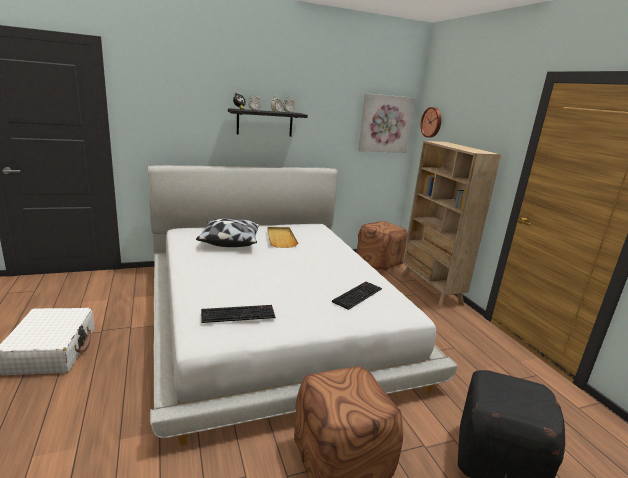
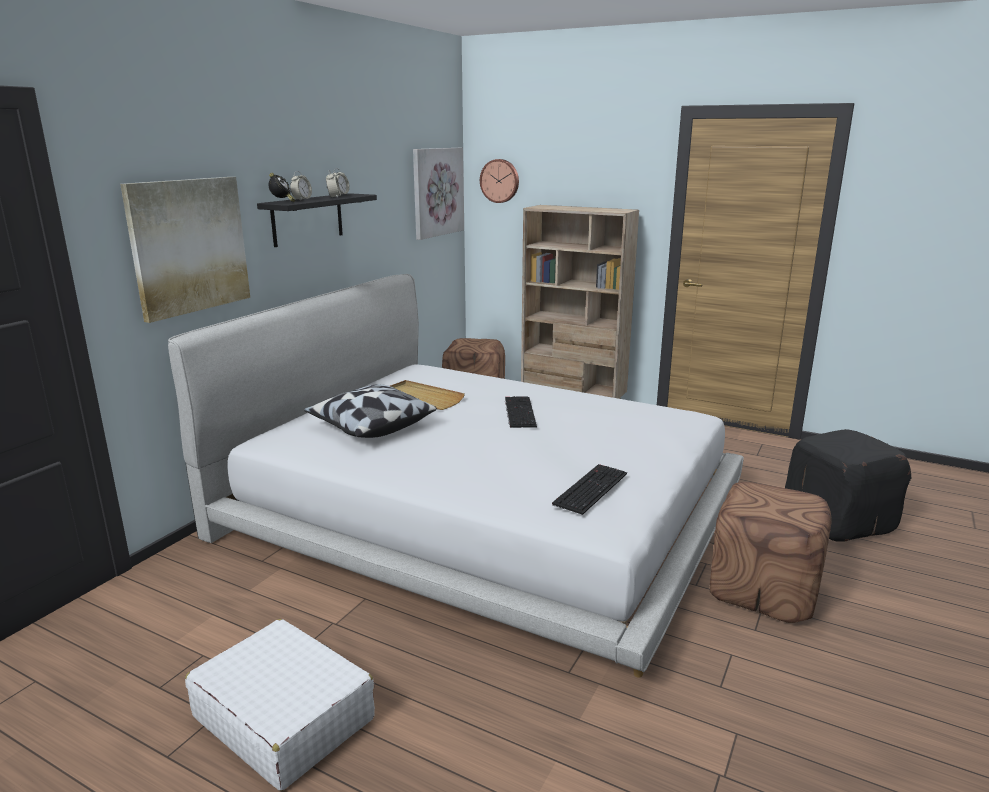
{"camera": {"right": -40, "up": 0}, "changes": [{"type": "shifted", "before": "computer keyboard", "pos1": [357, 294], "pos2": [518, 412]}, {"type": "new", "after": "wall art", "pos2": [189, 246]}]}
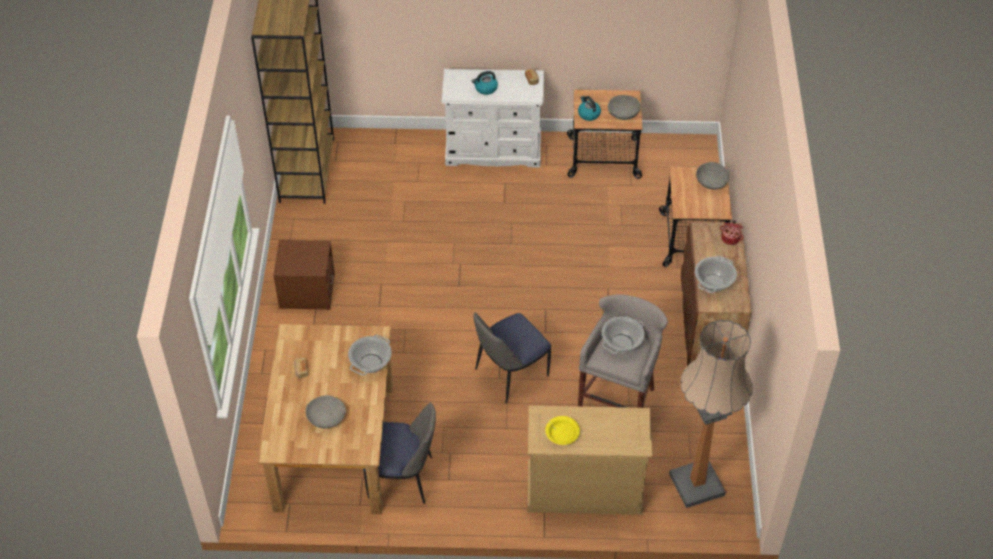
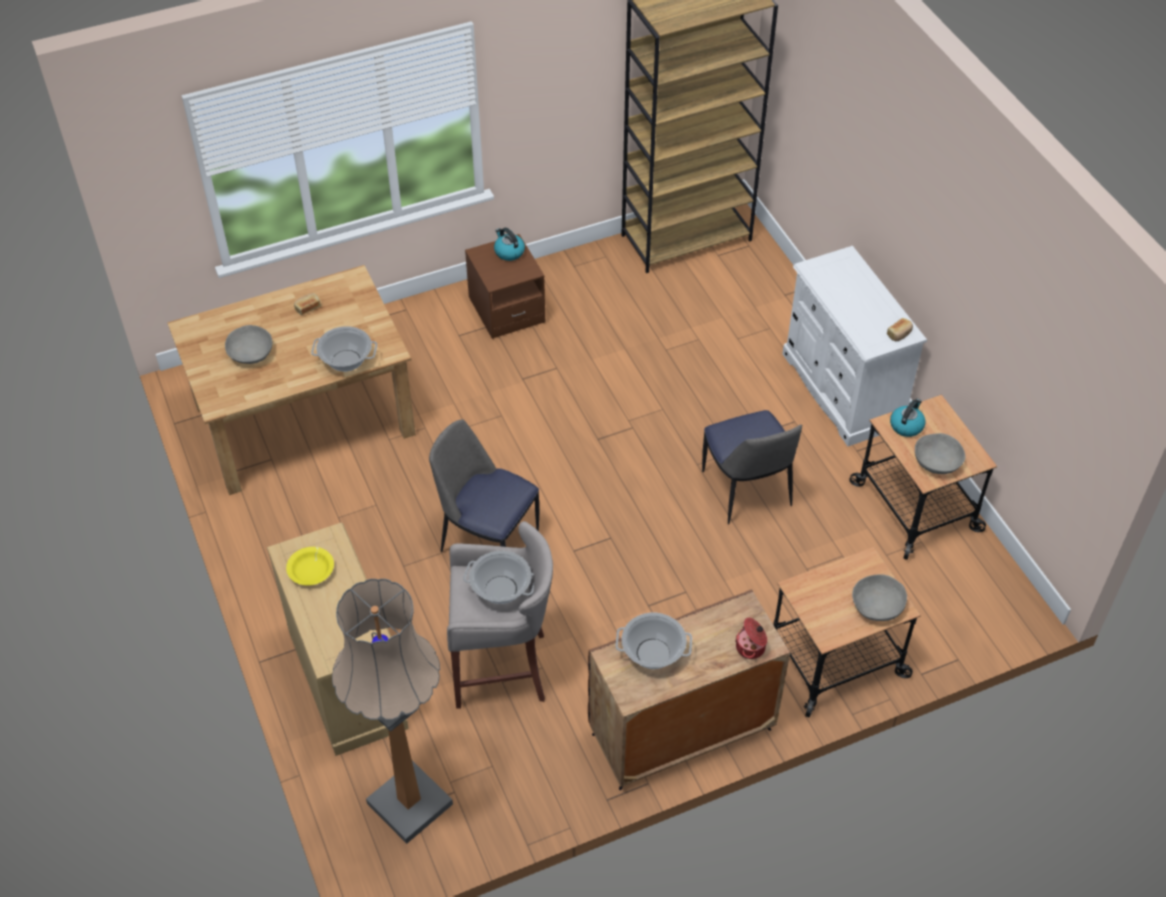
{"camera": {"right": 65, "up": 0}, "changes": [{"type": "shifted", "before": "plain chair", "pos1": [403, 478], "pos2": [747, 491]}, {"type": "shifted", "before": "water kettle", "pos1": [485, 88], "pos2": [509, 252]}]}
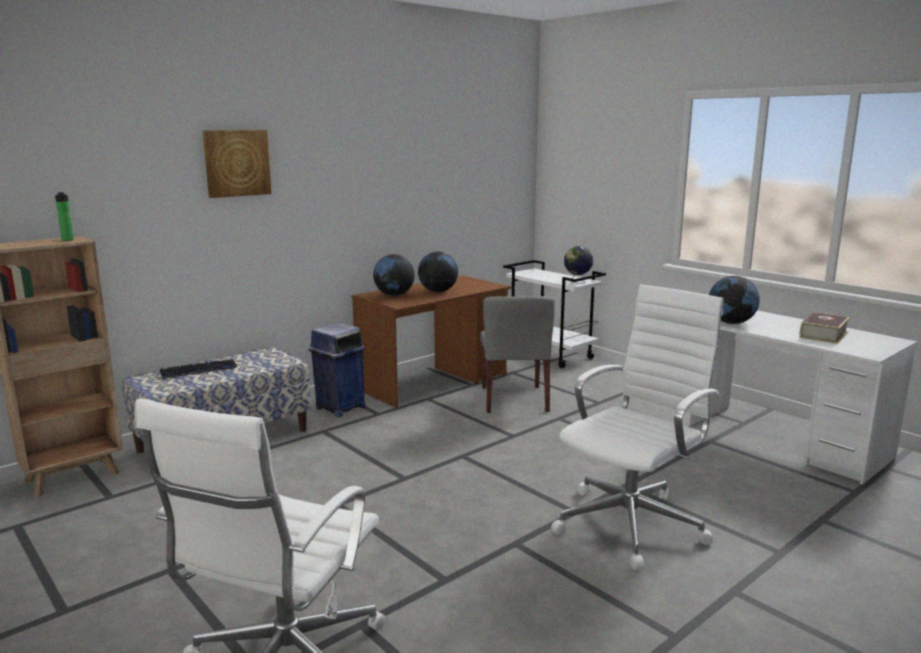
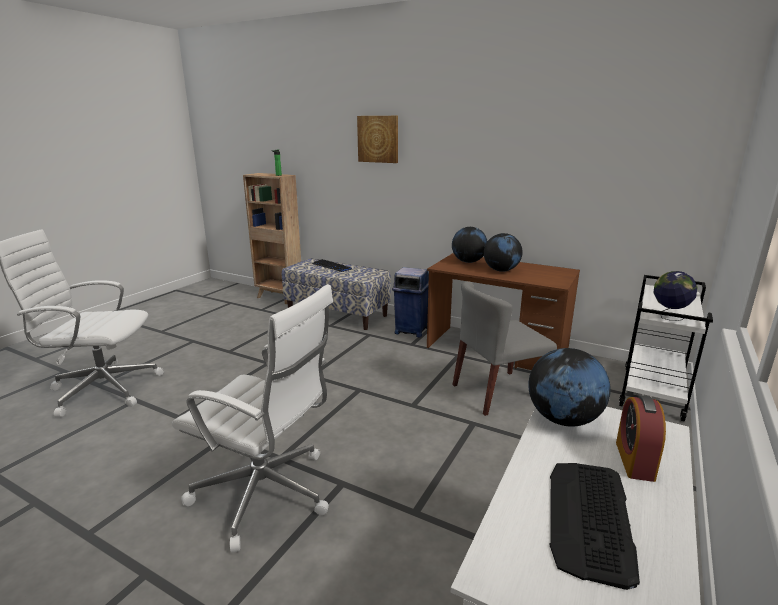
{"camera": {"right": 70, "up": 5}, "changes": [{"type": "swapped", "before": "book", "after": "computer keyboard", "pos1": [823, 334], "pos2": [589, 518]}, {"type": "new", "after": "bedside clock", "pos2": [634, 460]}]}
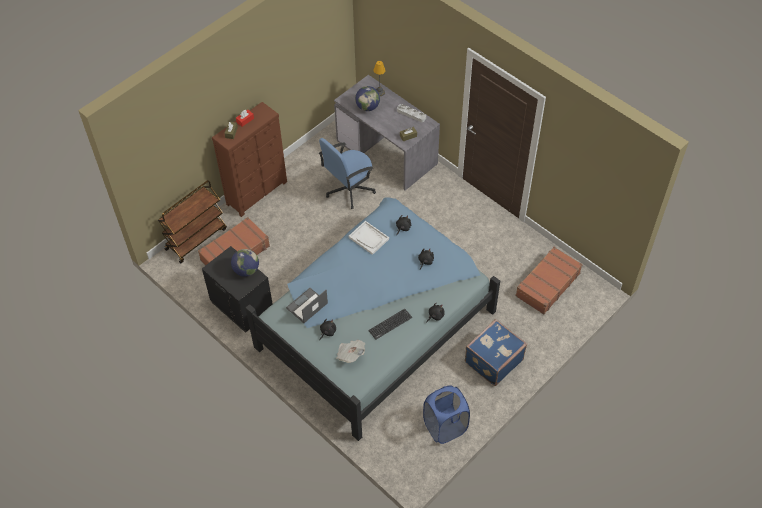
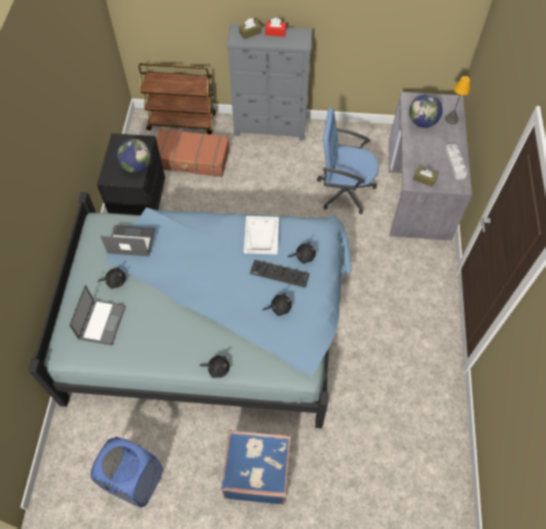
{"camera": {"right": 50, "up": 5}, "changes": [{"type": "repainted", "before": "dresser in brownish", "after": "dresser in grey", "pos1": [257, 193], "pos2": [270, 129]}, {"type": "swapped", "before": "printed paper", "after": "portable computer", "pos1": [350, 354], "pos2": [102, 321]}, {"type": "shifted", "before": "computer keyboard", "pos1": [390, 324], "pos2": [279, 273]}, {"type": "gone", "before": "suitcase in brownish", "pos1": [547, 284]}]}
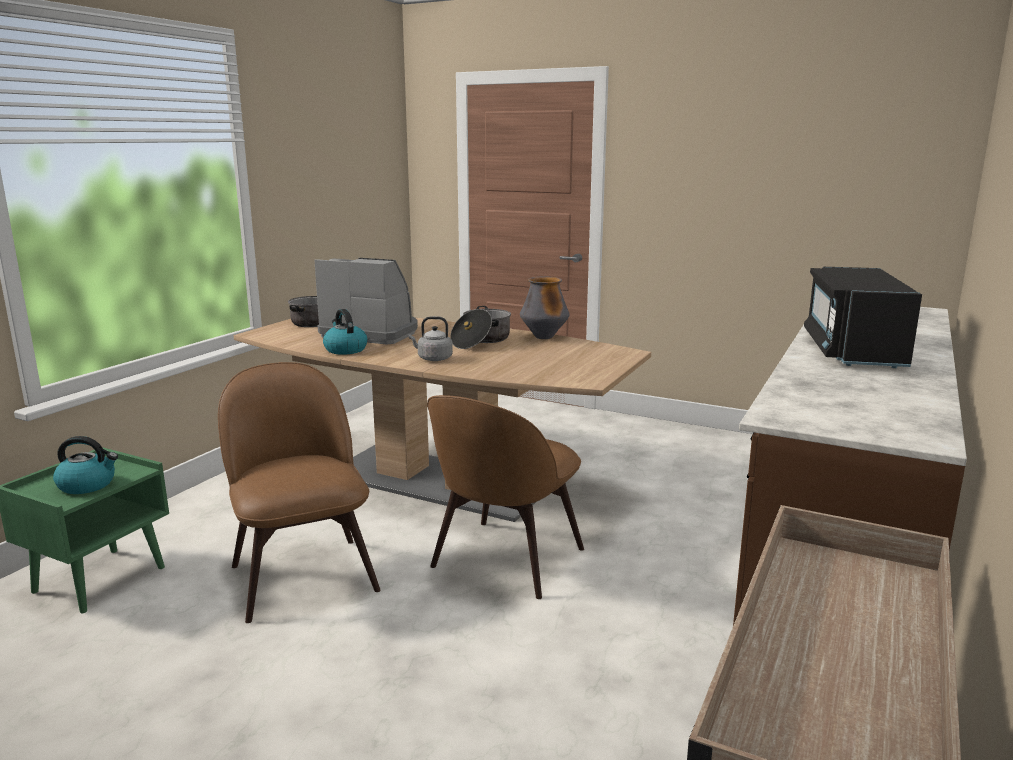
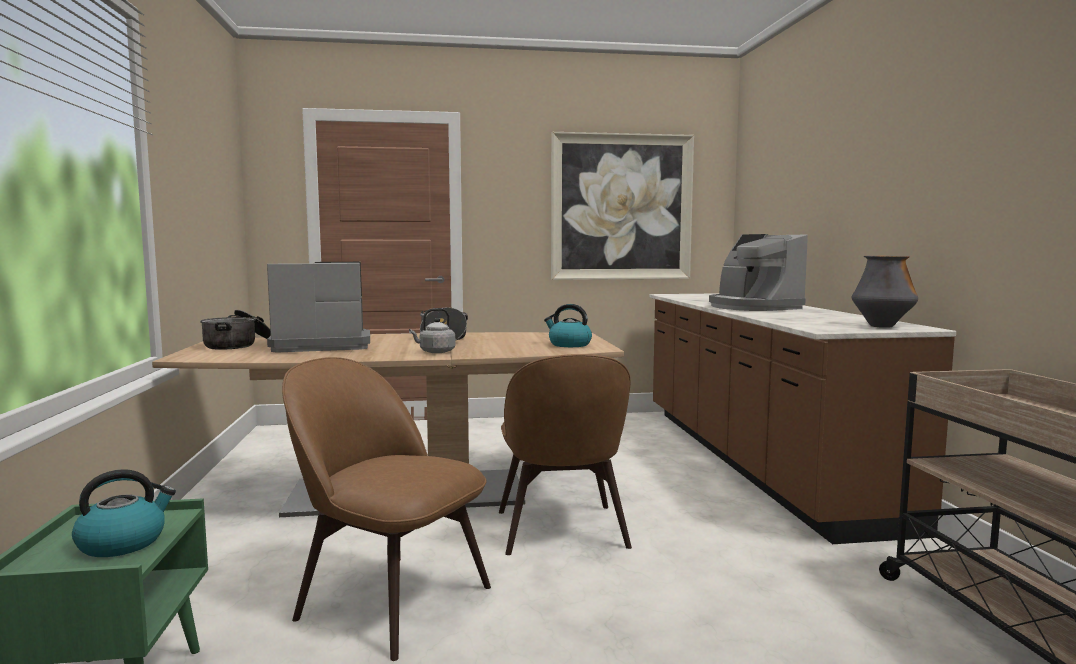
{"camera": {"right": -35, "up": -10}, "changes": [{"type": "shifted", "before": "water kettle", "pos1": [345, 350], "pos2": [569, 344]}, {"type": "shifted", "before": "vase", "pos1": [544, 337], "pos2": [882, 326]}, {"type": "swapped", "before": "microwave oven in blackish", "after": "coffee maker", "pos1": [852, 350], "pos2": [752, 307]}, {"type": "new", "after": "wall art", "pos2": [621, 207]}]}
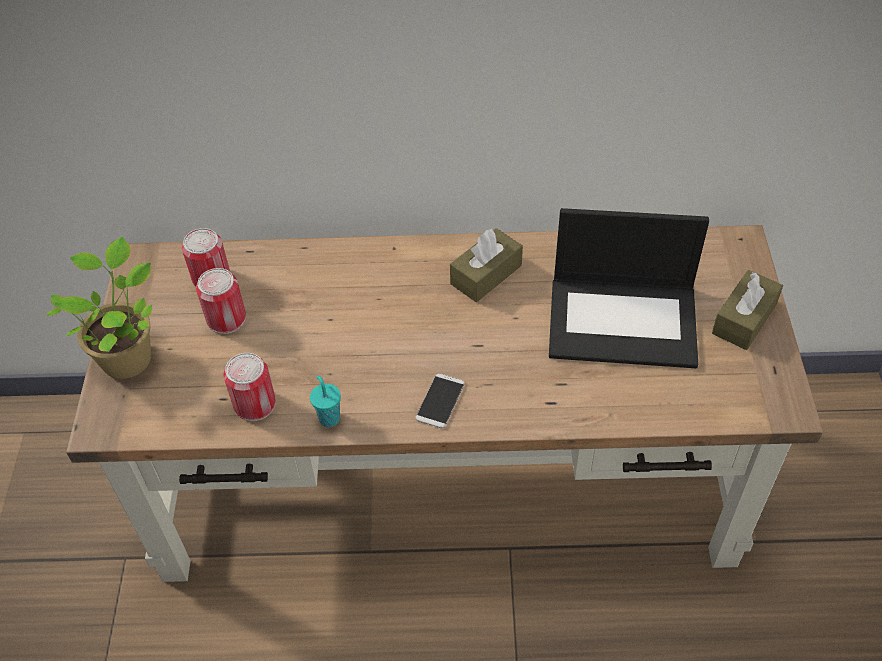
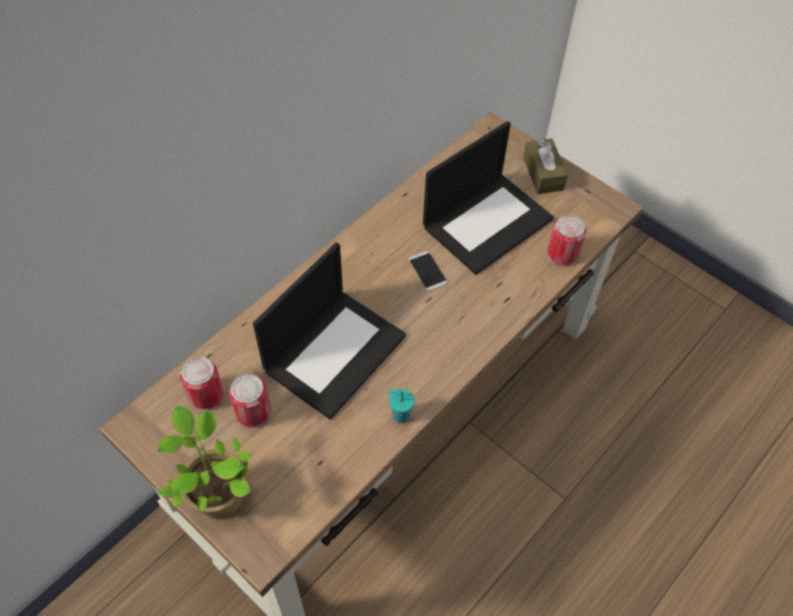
{"camera": {"right": -50, "up": 5}, "changes": [{"type": "shifted", "before": "metal can", "pos1": [255, 404], "pos2": [562, 254]}, {"type": "shifted", "before": "telephone", "pos1": [440, 401], "pos2": [427, 271]}, {"type": "gone", "before": "box of tissues in brownish", "pos1": [486, 274]}, {"type": "new", "after": "portable computer", "pos2": [335, 351]}]}
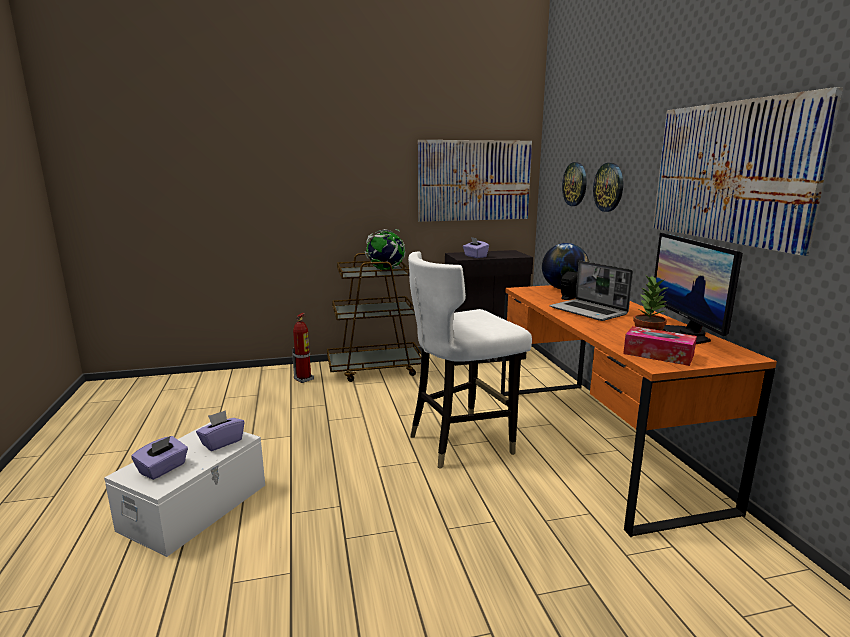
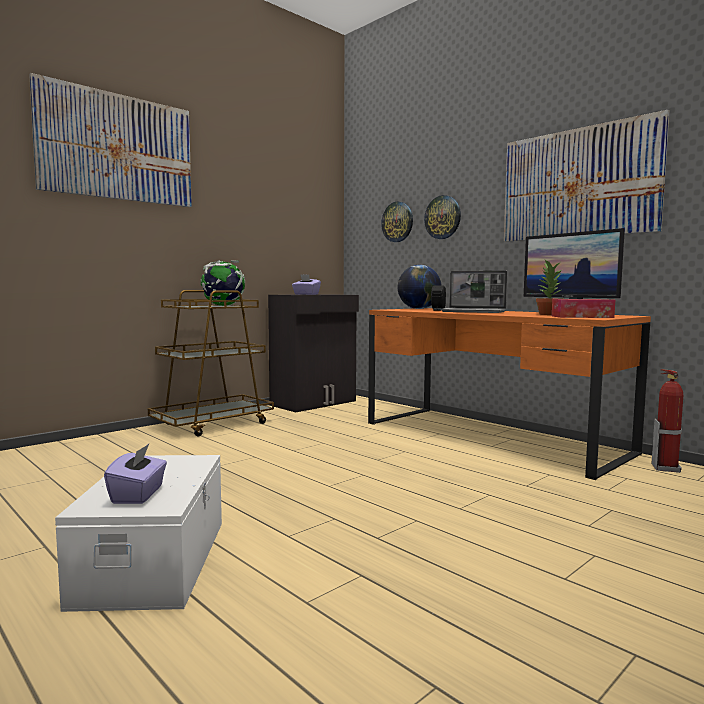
{"camera": {"right": -30, "up": -10}, "changes": [{"type": "gone", "before": "box of tissues in purple-coloured", "pos1": [222, 442]}, {"type": "shifted", "before": "fire-fighting cylinder", "pos1": [304, 379], "pos2": [665, 468]}, {"type": "gone", "before": "plain chair in whitish", "pos1": [461, 442]}, {"type": "shifted", "before": "wall art", "pos1": [474, 180], "pos2": [117, 147]}]}
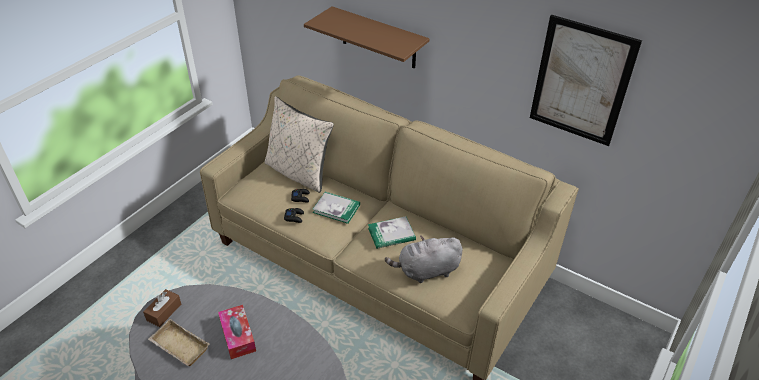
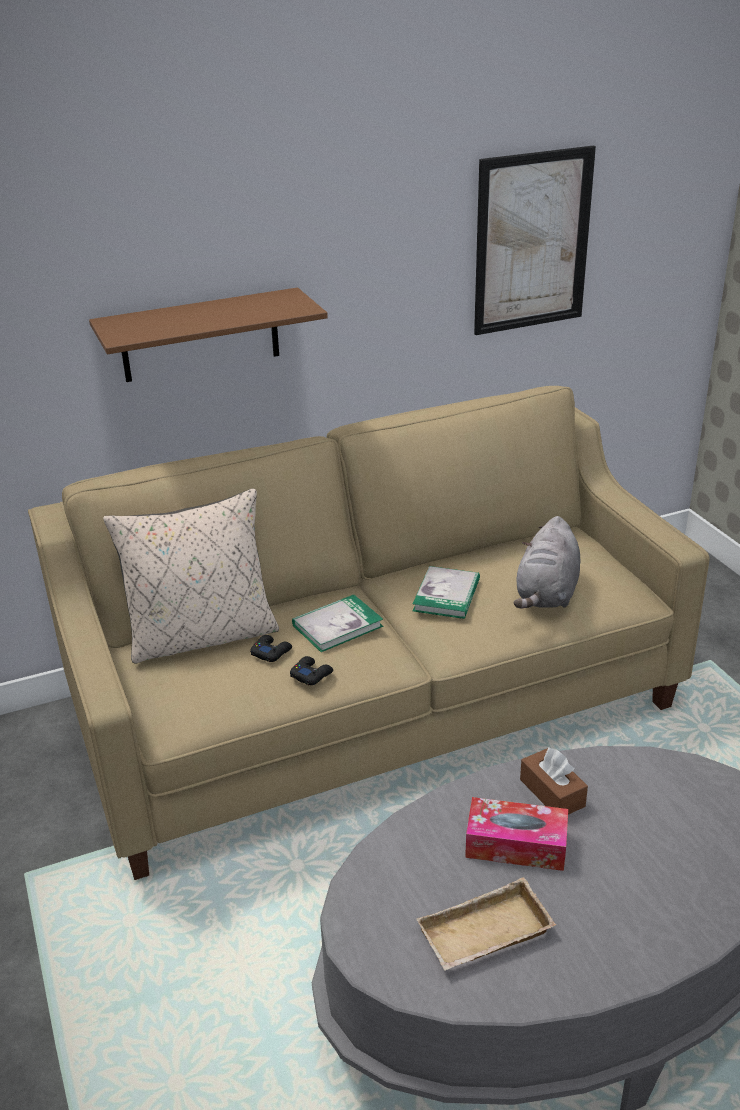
{"camera": {"right": -55, "up": -10}, "changes": [{"type": "shifted", "before": "box of tissues in brownish", "pos1": [164, 312], "pos2": [552, 793]}]}
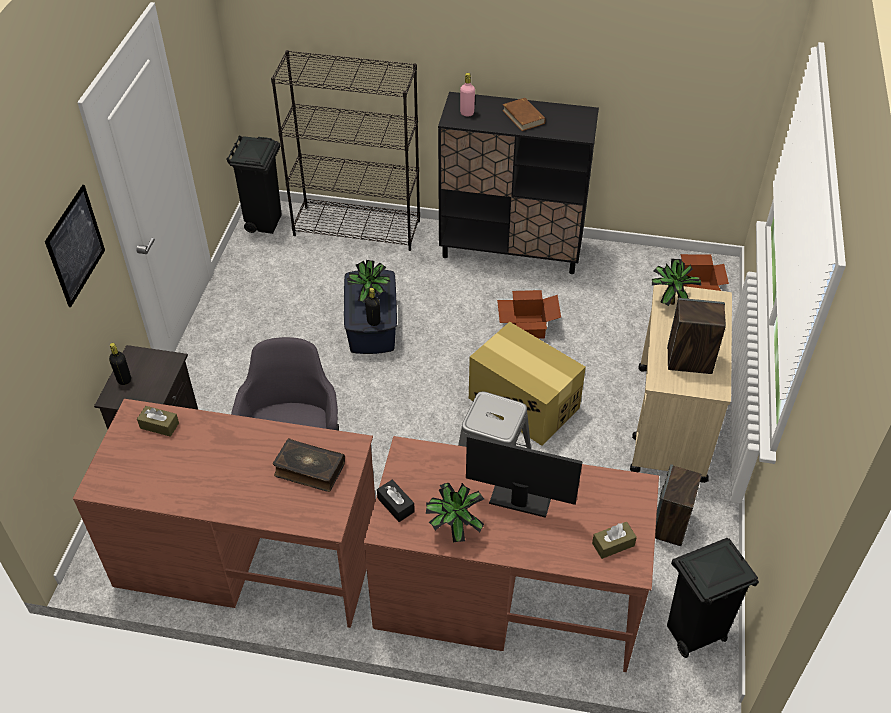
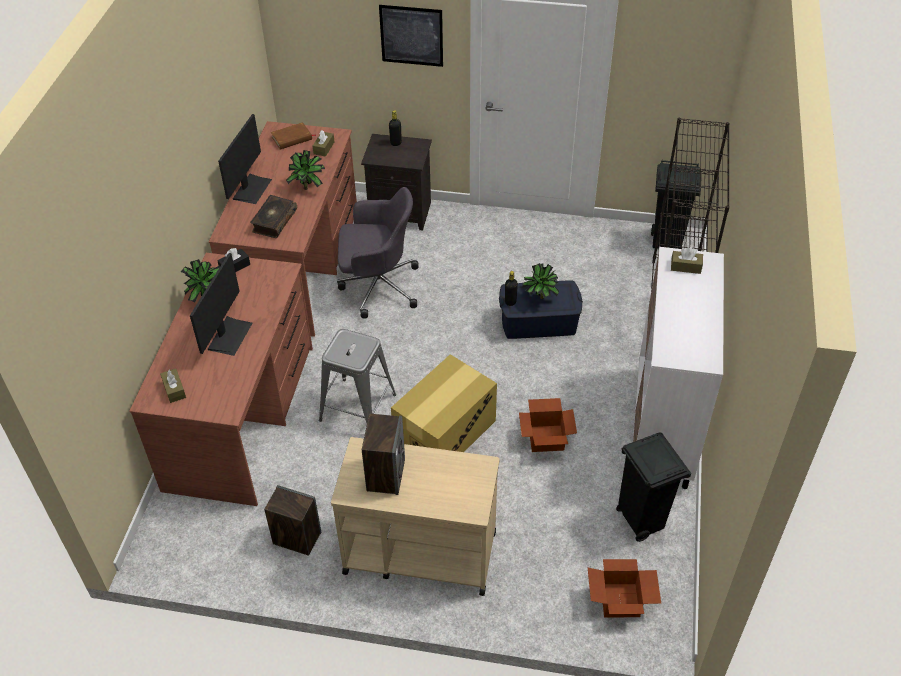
{"camera": {"right": 90, "up": 0}, "changes": [{"type": "repainted", "before": "cabinet in blackish", "after": "cabinet in whitish", "pos1": [511, 250], "pos2": [662, 427]}, {"type": "swapped", "before": "beverage bottle in pinkish", "after": "box of tissues in brownish", "pos1": [467, 113], "pos2": [685, 267]}, {"type": "shifted", "before": "book in brownish", "pos1": [523, 117], "pos2": [292, 138]}, {"type": "shifted", "before": "potted plant", "pos1": [670, 301], "pos2": [308, 188]}, {"type": "shifted", "before": "trash can in blackish", "pos1": [693, 635], "pos2": [640, 520]}, {"type": "new", "after": "computer display", "pos2": [251, 188]}]}
